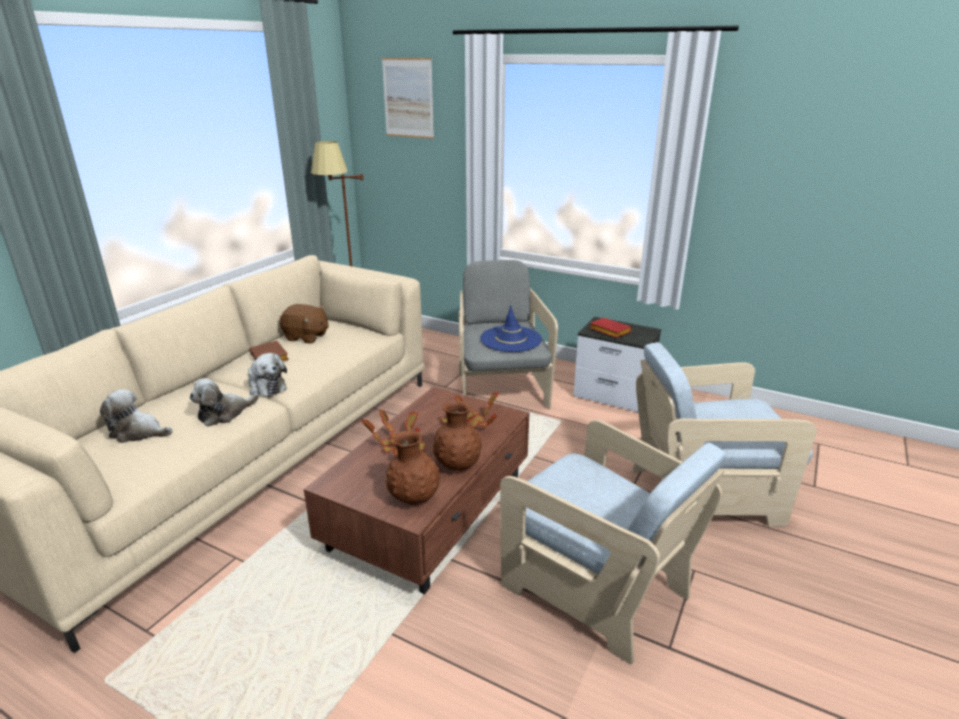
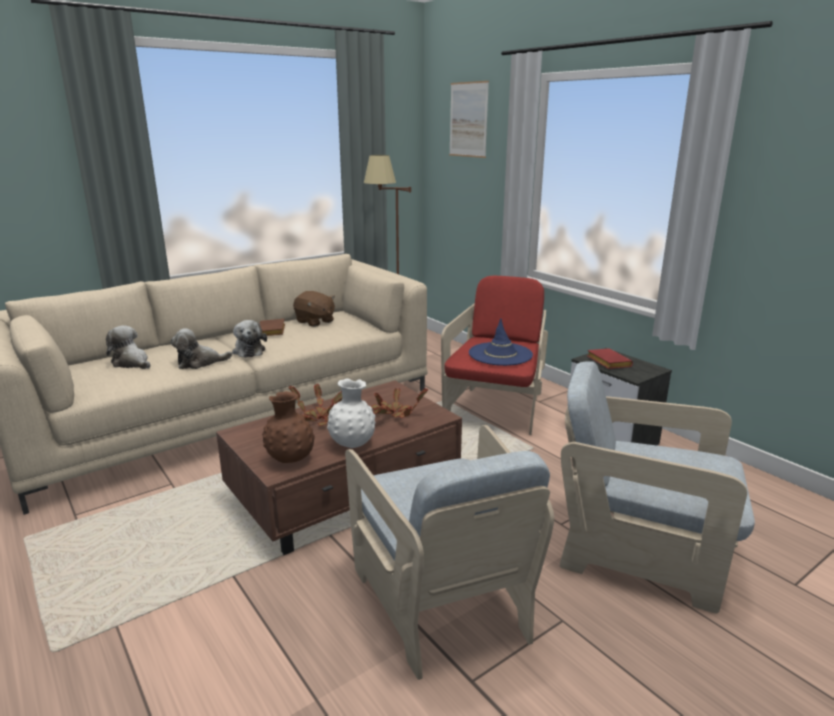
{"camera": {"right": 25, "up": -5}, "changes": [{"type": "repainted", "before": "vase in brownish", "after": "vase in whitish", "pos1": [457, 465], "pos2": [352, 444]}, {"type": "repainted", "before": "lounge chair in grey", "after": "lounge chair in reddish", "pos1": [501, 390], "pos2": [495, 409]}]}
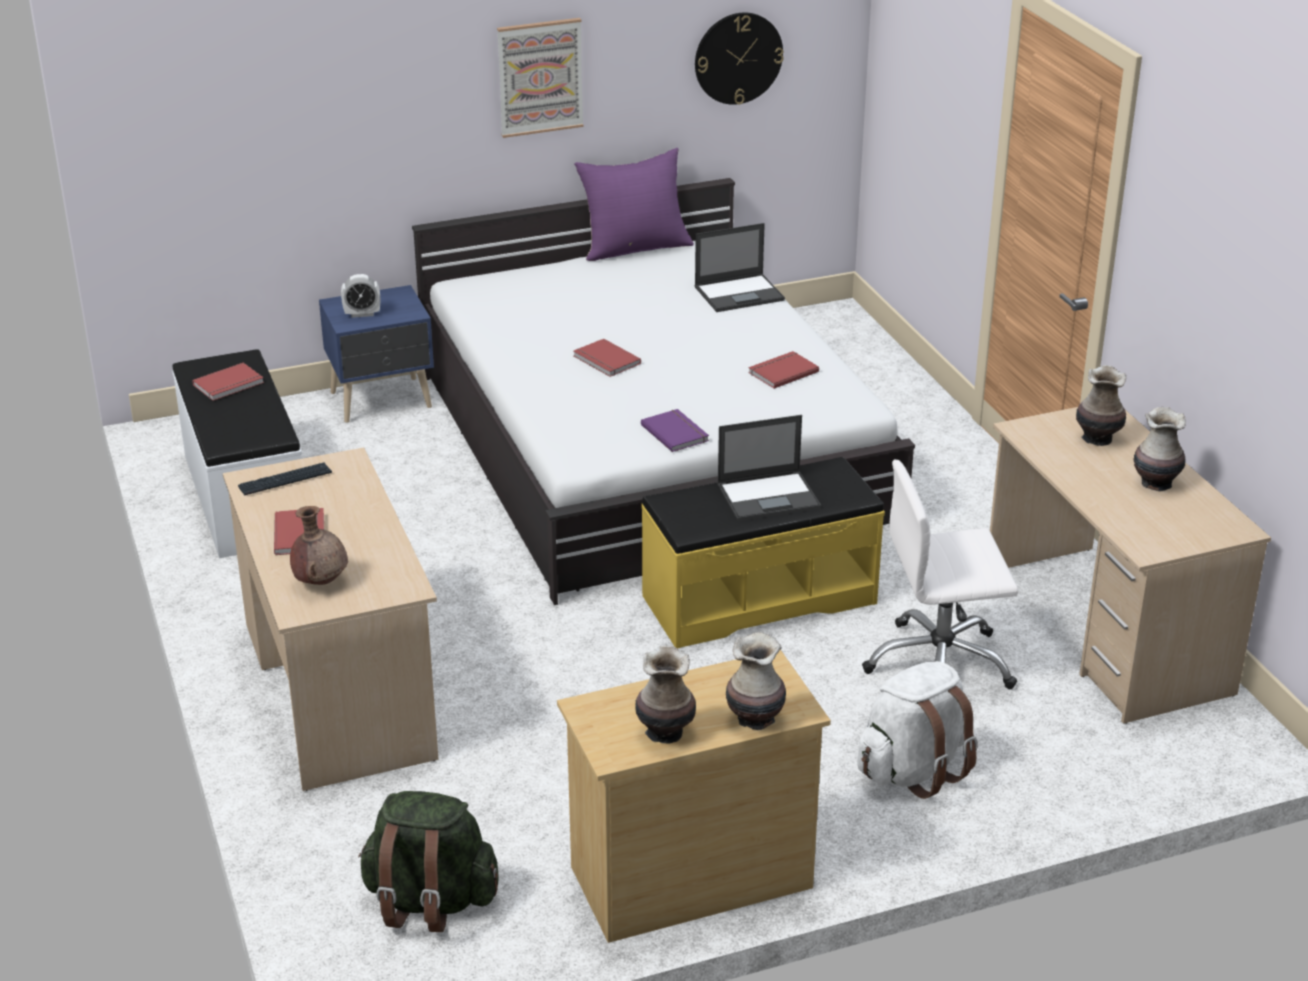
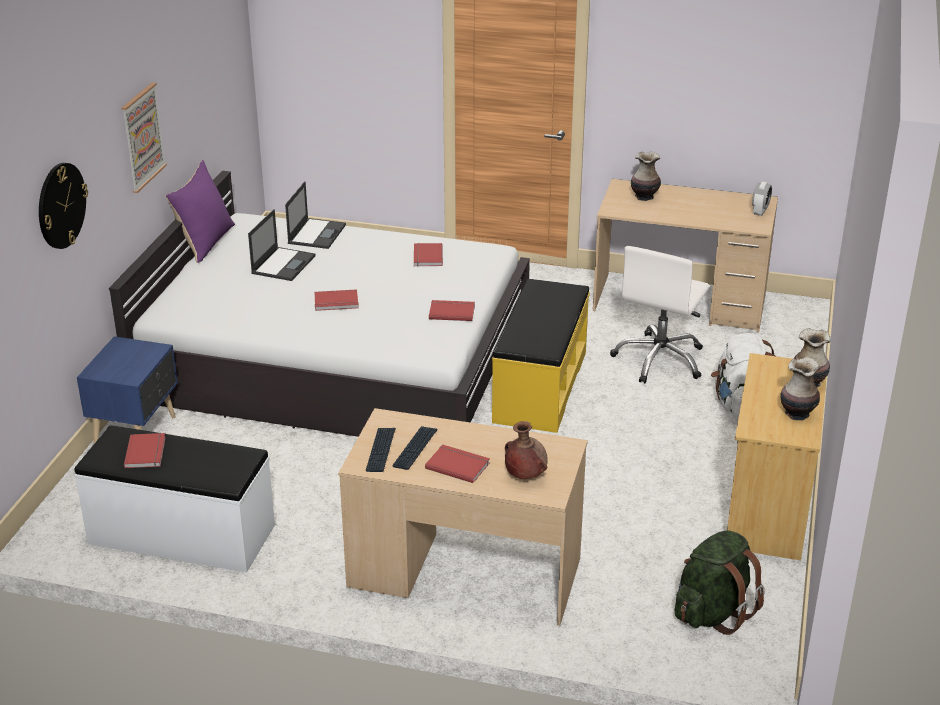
{"camera": {"right": -55, "up": 0}, "changes": [{"type": "shifted", "before": "bedside clock", "pos1": [362, 314], "pos2": [760, 211]}, {"type": "repainted", "before": "book in purple-coloured", "after": "book in reddish", "pos1": [676, 432], "pos2": [451, 311]}, {"type": "shifted", "before": "hanging clock", "pos1": [738, 58], "pos2": [61, 205]}, {"type": "shifted", "before": "portable computer", "pos1": [769, 496], "pos2": [283, 264]}, {"type": "gone", "before": "vase", "pos1": [1155, 483]}, {"type": "new", "after": "computer keyboard", "pos2": [415, 448]}]}
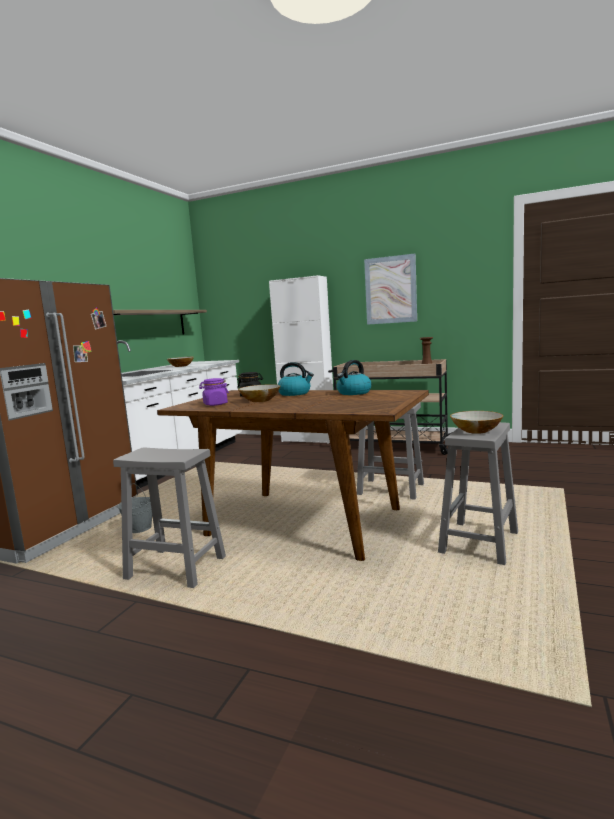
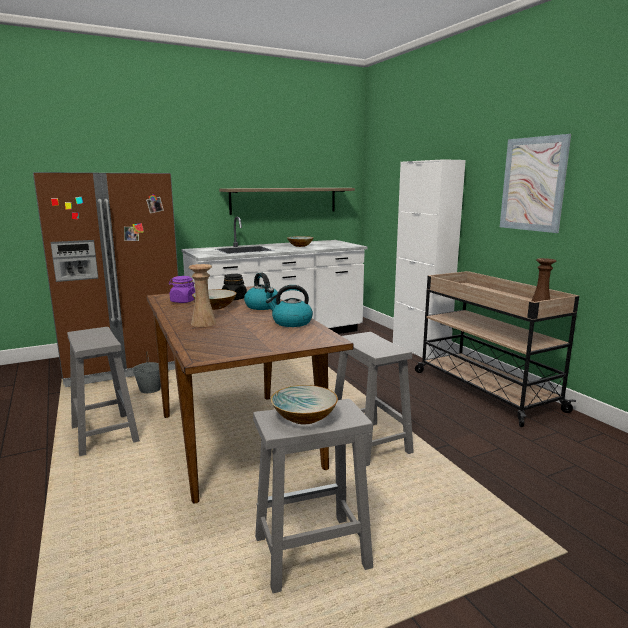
{"camera": {"right": 40, "up": 5}, "changes": [{"type": "new", "after": "vase in beige", "pos2": [203, 323]}]}
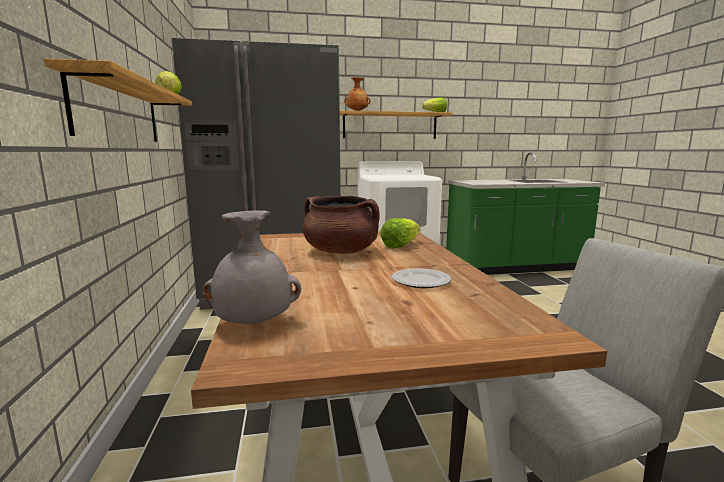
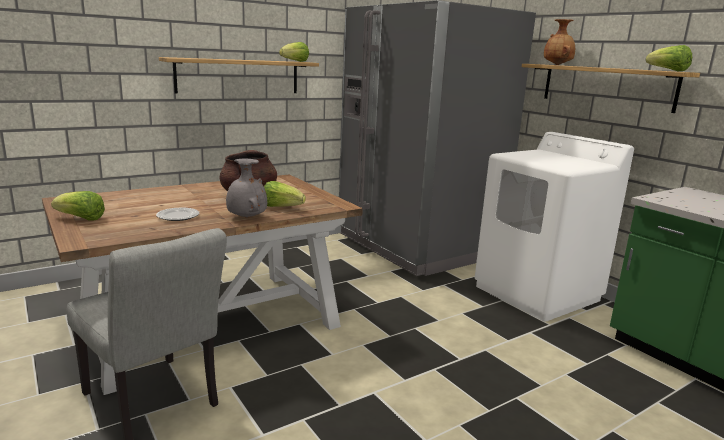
{"camera": {"right": 65, "up": 5}, "changes": [{"type": "shifted", "before": "vase in grey", "pos1": [254, 324], "pos2": [246, 217]}, {"type": "new", "after": "lettuce head", "pos2": [81, 219]}]}
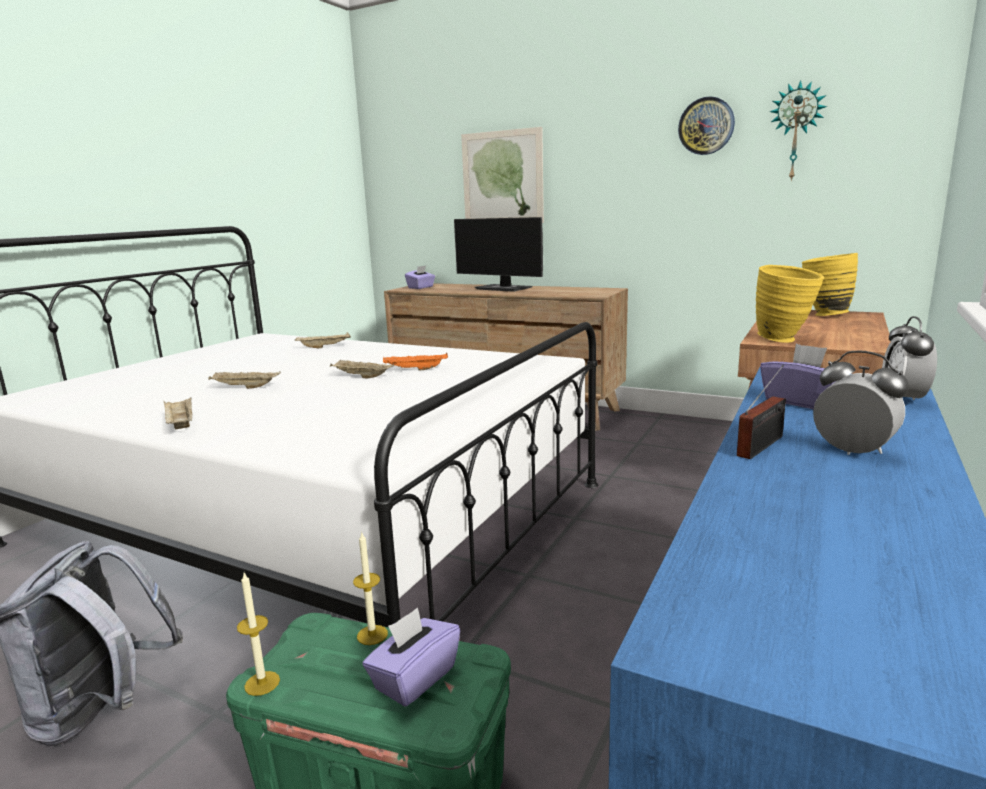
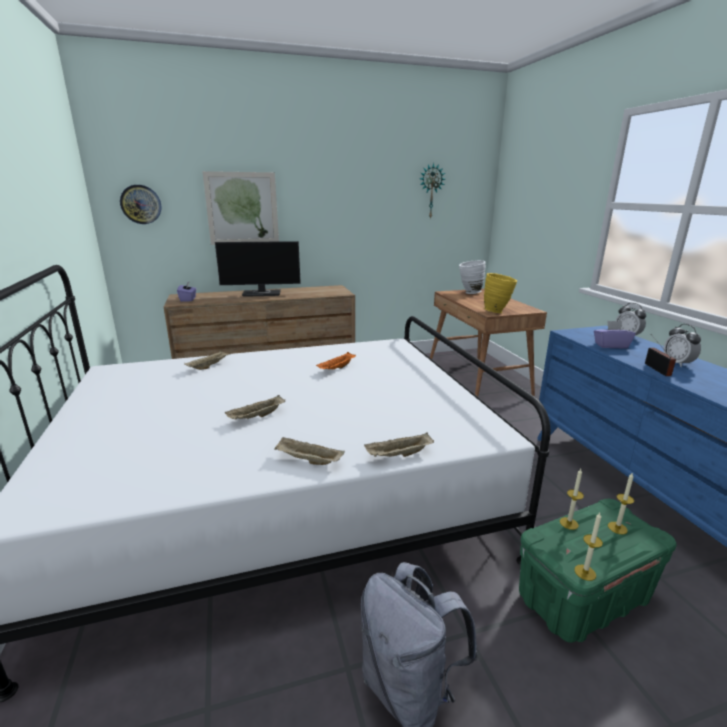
{"camera": {"right": -45, "up": 5}, "changes": [{"type": "shifted", "before": "carrying tray in beige", "pos1": [361, 377], "pos2": [399, 455]}, {"type": "swapped", "before": "box of tissues in purple-coloured", "after": "candle", "pos1": [414, 678], "pos2": [617, 528]}, {"type": "shifted", "before": "hanging clock", "pos1": [706, 126], "pos2": [141, 204]}, {"type": "repainted", "before": "vase in yellow-coloured", "after": "vase in whitish", "pos1": [823, 315], "pos2": [469, 293]}, {"type": "rotated", "before": "bedside clock", "pos1": [853, 451], "pos2": [677, 363], "turn": -105}]}
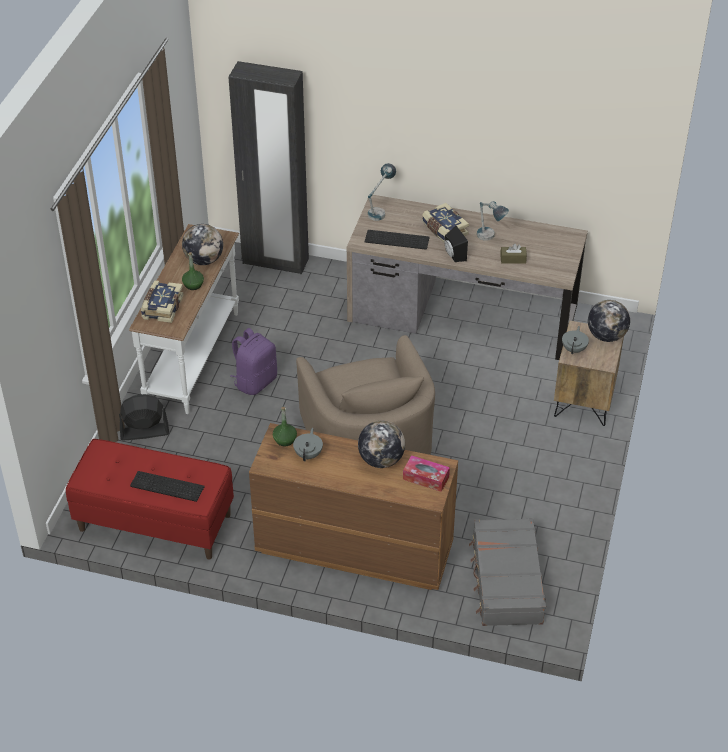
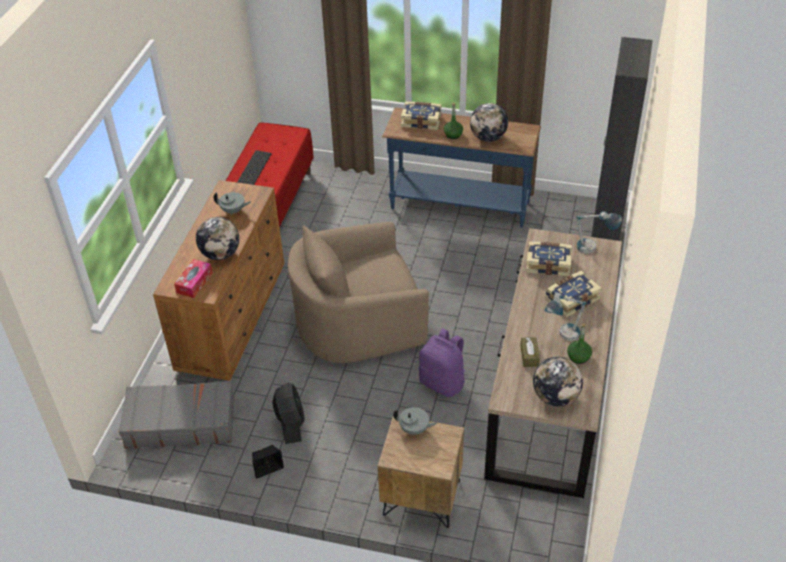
{"camera": {"right": 90, "up": 0}, "changes": [{"type": "shifted", "before": "electric fan in blackish", "pos1": [144, 432], "pos2": [290, 423]}, {"type": "repainted", "before": "narrow table in whitish", "after": "narrow table in bluish", "pos1": [194, 358], "pos2": [459, 206]}, {"type": "shifted", "before": "rucksack in purple-coloured", "pos1": [255, 381], "pos2": [443, 382]}, {"type": "shifted", "before": "beverage bottle in greenish", "pos1": [284, 440], "pos2": [578, 357]}, {"type": "swapped", "before": "computer keyboard", "after": "book", "pos1": [397, 239], "pos2": [548, 263]}, {"type": "shifted", "before": "speaker in blackish", "pos1": [453, 255], "pos2": [267, 467]}, {"type": "shifted", "before": "world globe", "pos1": [606, 336], "pos2": [555, 397]}]}
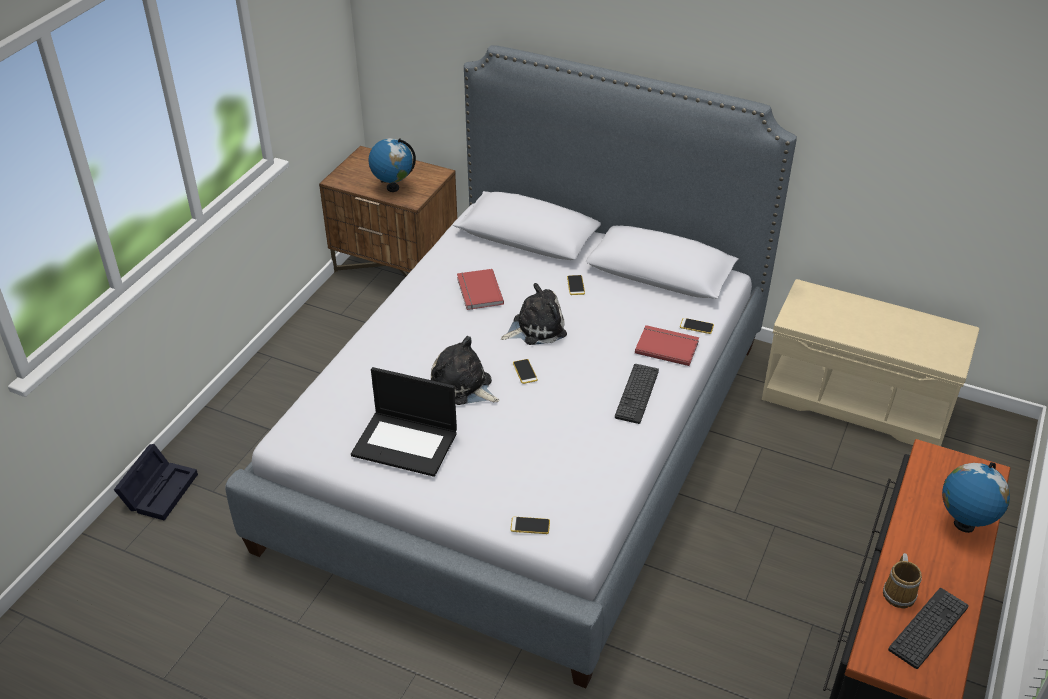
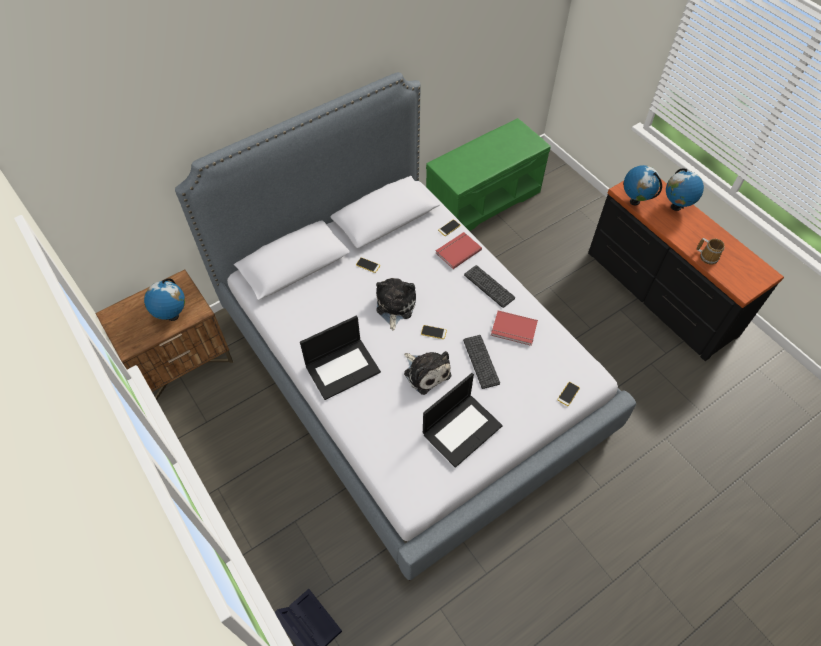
{"camera": {"right": -60, "up": 15}, "changes": [{"type": "rotated", "before": "plush toy", "pos1": [463, 386], "pos2": [426, 372], "turn": -105}, {"type": "shifted", "before": "book in reddish", "pos1": [478, 291], "pos2": [514, 330]}, {"type": "repainted", "before": "long seat in beige", "after": "long seat in greenish", "pos1": [859, 399], "pos2": [483, 199]}, {"type": "shifted", "before": "computer keyboard", "pos1": [928, 628], "pos2": [481, 361]}, {"type": "new", "after": "portable computer", "pos2": [343, 368]}, {"type": "new", "after": "world globe", "pos2": [635, 201]}]}
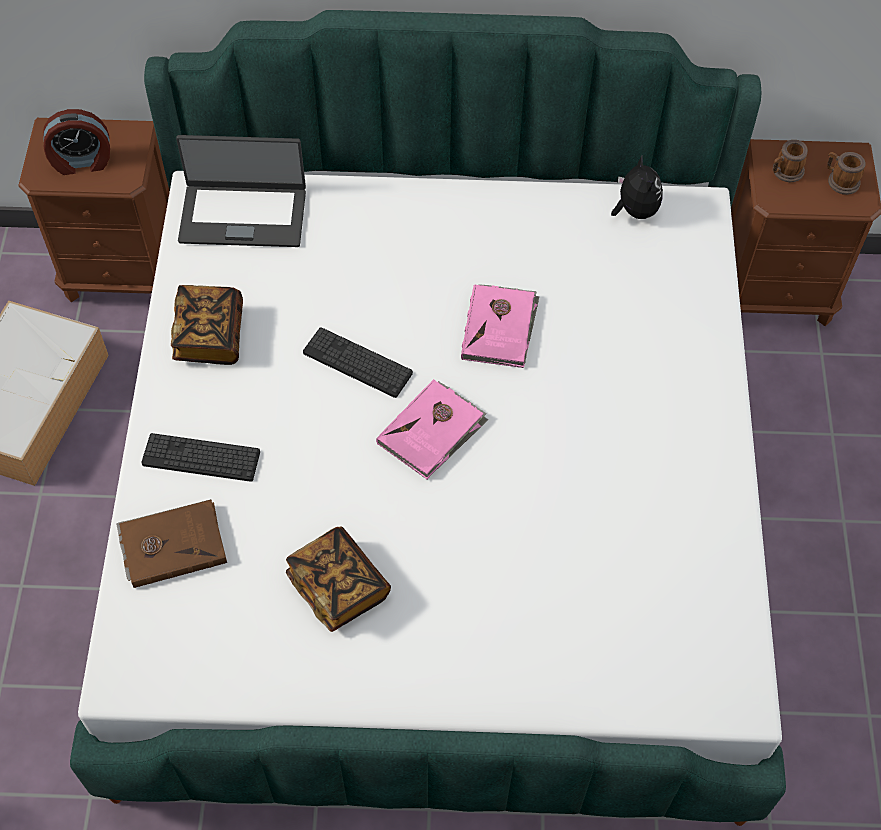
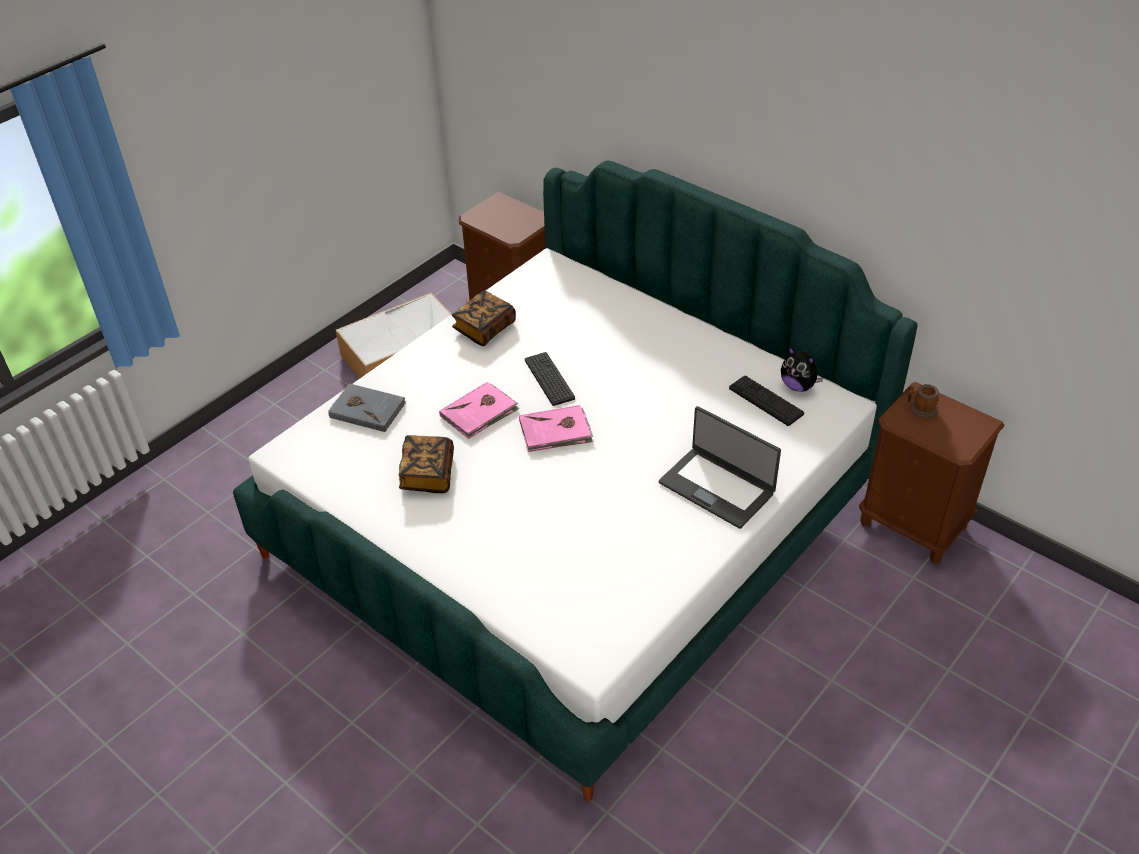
{"camera": {"right": 40, "up": -15}, "changes": [{"type": "gone", "before": "bedside clock", "pos1": [82, 162]}, {"type": "repainted", "before": "book in brownish", "after": "book in grey", "pos1": [172, 544], "pos2": [367, 409]}, {"type": "shifted", "before": "computer keyboard", "pos1": [201, 458], "pos2": [766, 401]}, {"type": "shifted", "before": "portable computer", "pos1": [243, 214], "pos2": [717, 487]}, {"type": "shifted", "before": "book in pinkish", "pos1": [500, 328], "pos2": [479, 413]}, {"type": "rotated", "before": "plush toy", "pos1": [634, 210], "pos2": [798, 386], "turn": 105}, {"type": "gone", "before": "tea mug", "pos1": [840, 181]}]}
